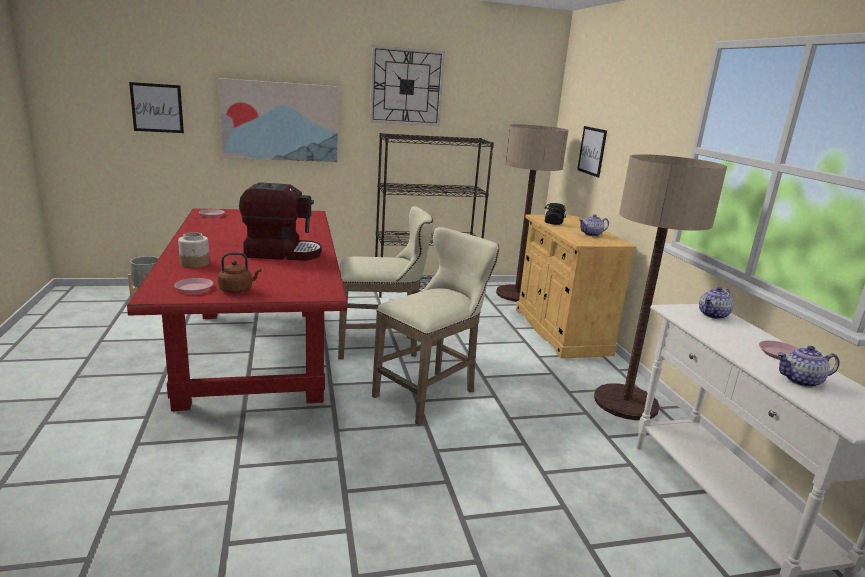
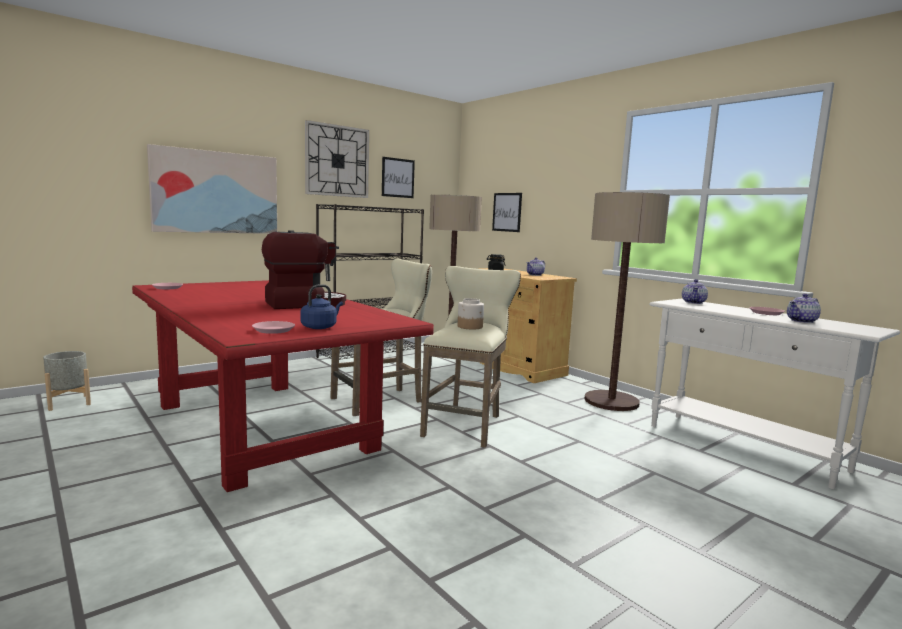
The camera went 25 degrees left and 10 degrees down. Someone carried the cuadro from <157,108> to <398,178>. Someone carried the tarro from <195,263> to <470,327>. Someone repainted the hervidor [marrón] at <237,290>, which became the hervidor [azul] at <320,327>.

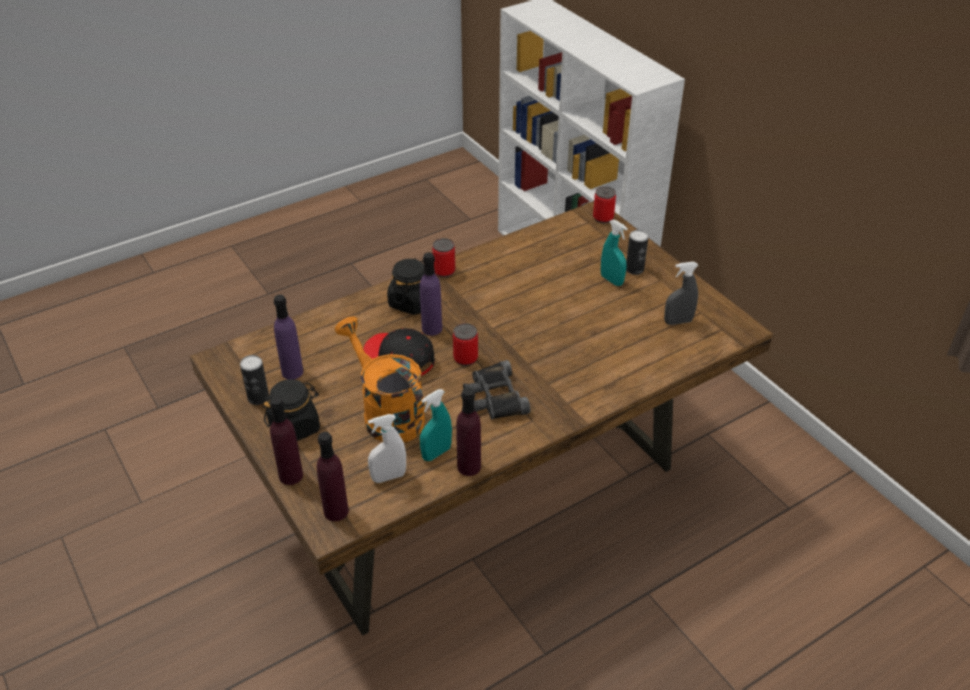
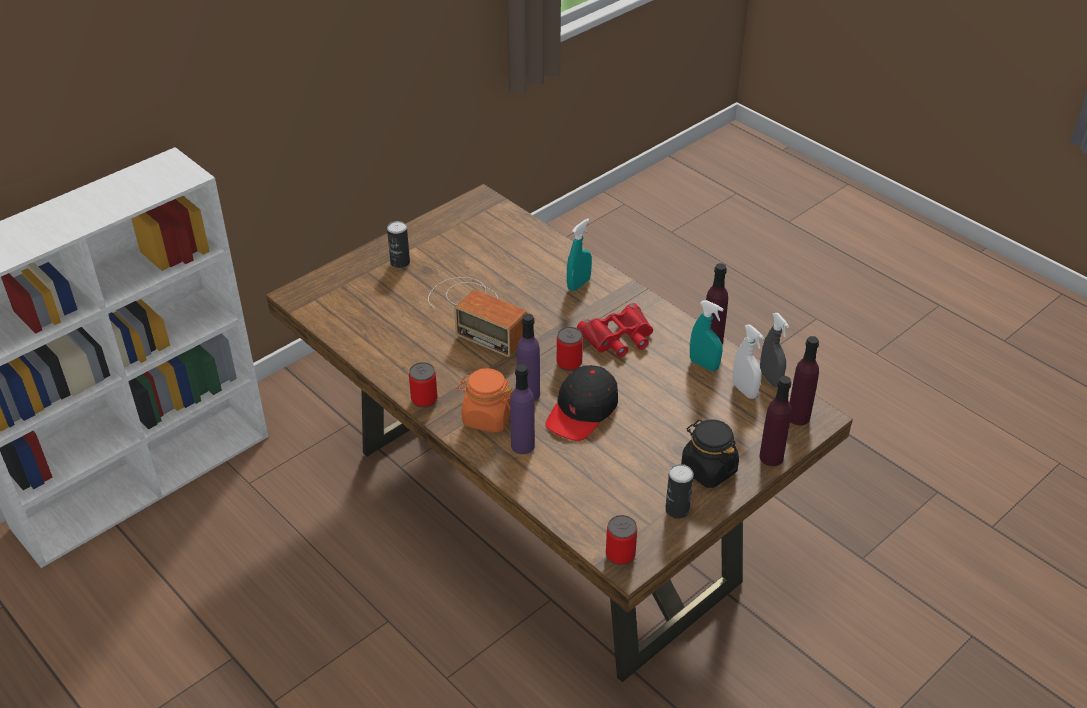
The camera went 100 degrees left and 0 degrees up. Someone took away the regadera [naranja] at <386,413>. Someone put down the radio at <477,313>. Someone carried the botella [morado] from <292,372> to <522,445>. Someone carried the lata from <603,218> to <620,555>. Someone carried the pulverizador [turquesa] from <611,280> to <578,284>. Someone carried the pulverizador [gris] from <678,321> to <770,379>. Someone repainted the tarro [negro] at <411,302>, which became the tarro [naranja] at <487,417>. Someone repainted the prismáticos [negro] at <494,397>, which became the prismáticos [rojo] at <618,337>.

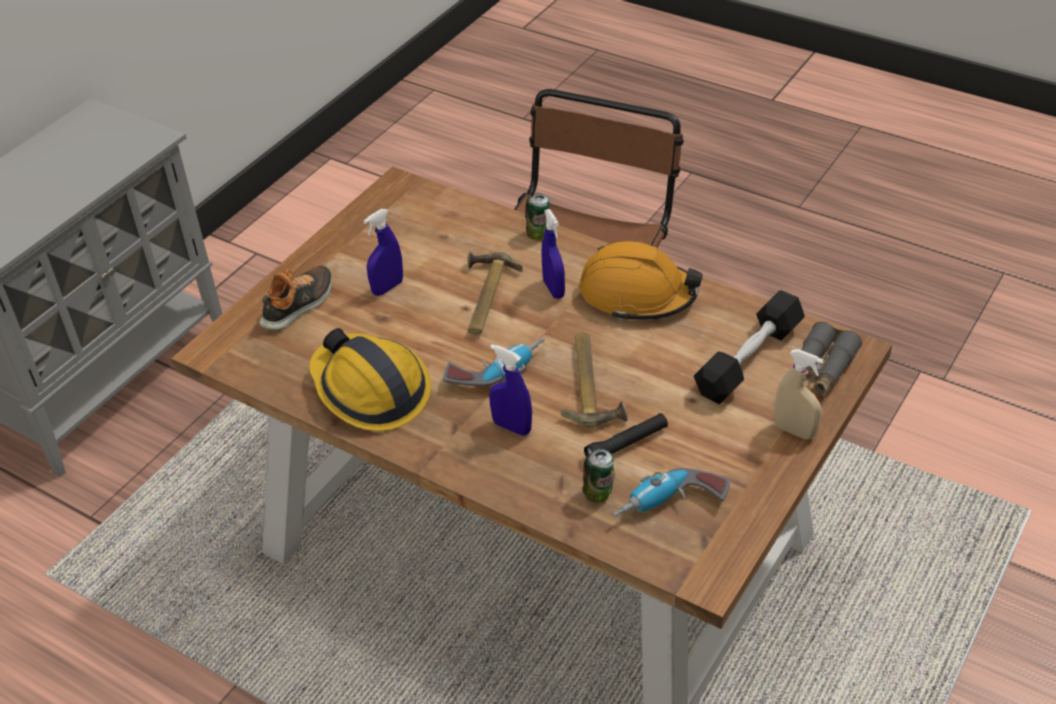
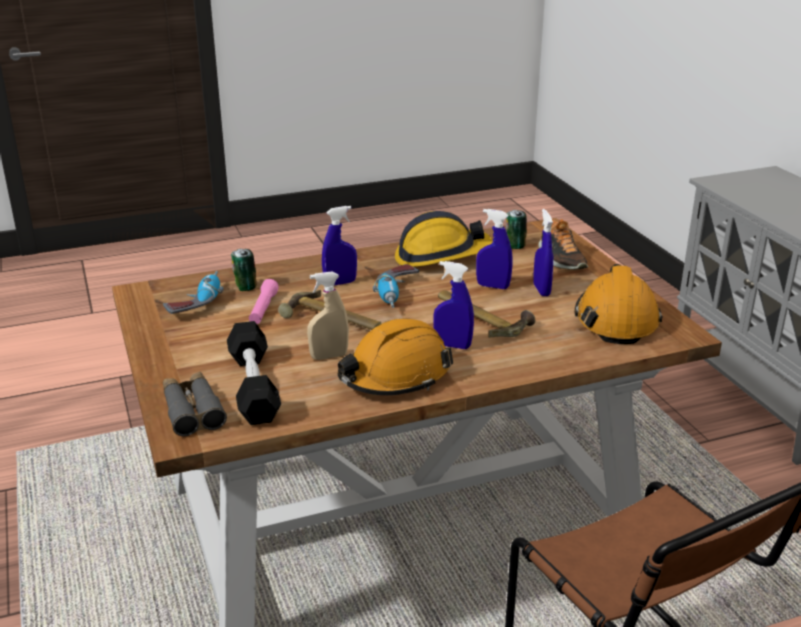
The camera went 125 degrees right and 15 degrees down. Someone put down the pulverizador [azul] at <493,286>. Someone put down the casco [naranja] at <616,319>. Someone carried the lata from <539,234> to <515,246>. Someone carried the pulverizador [beis] from <794,431> to <329,356>. Someone repainted the linterna [negro] at <627,445>, which became the linterna [rosa] at <263,309>.

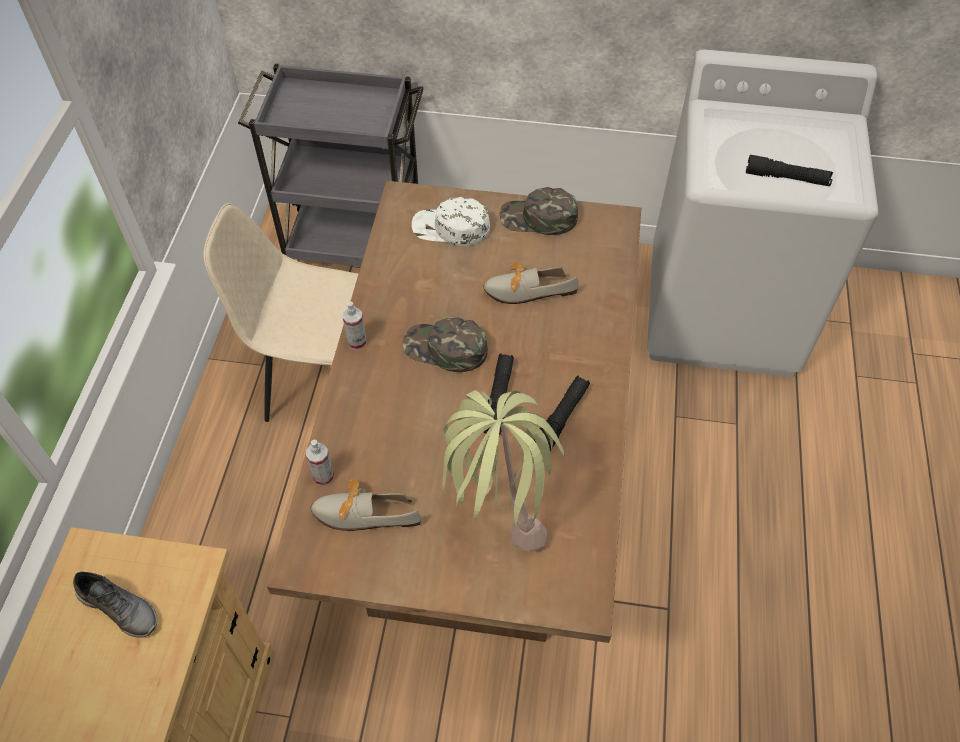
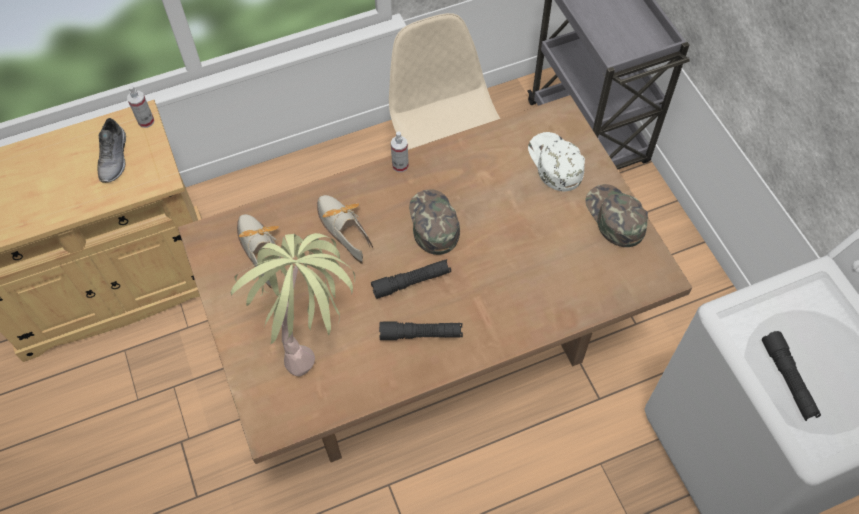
The camera went 60 degrees right and 5 degrees up. Someone carried the pulverizador from <323,476> to <146,121>. Someone carried the zapato from <523,291> to <343,227>.

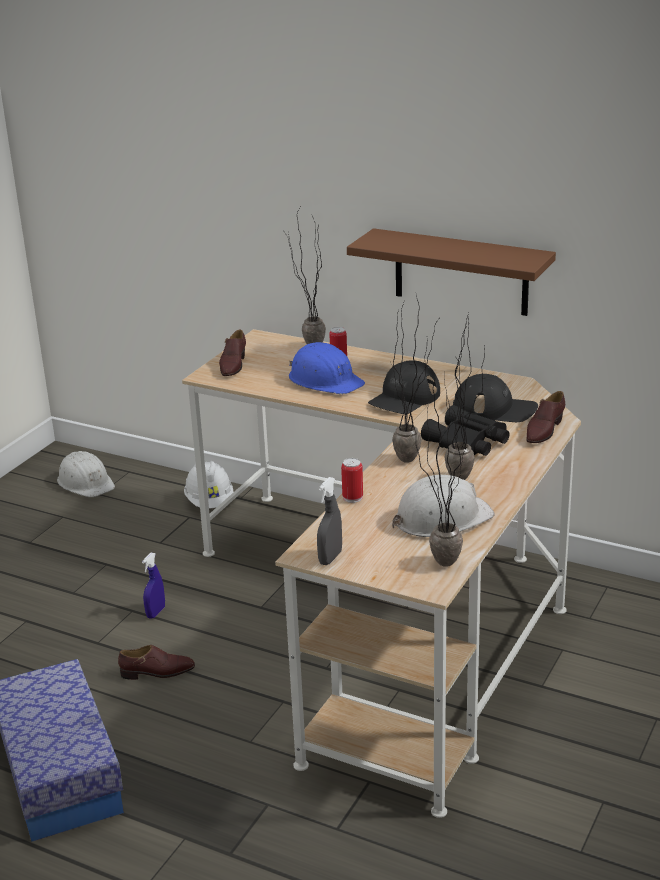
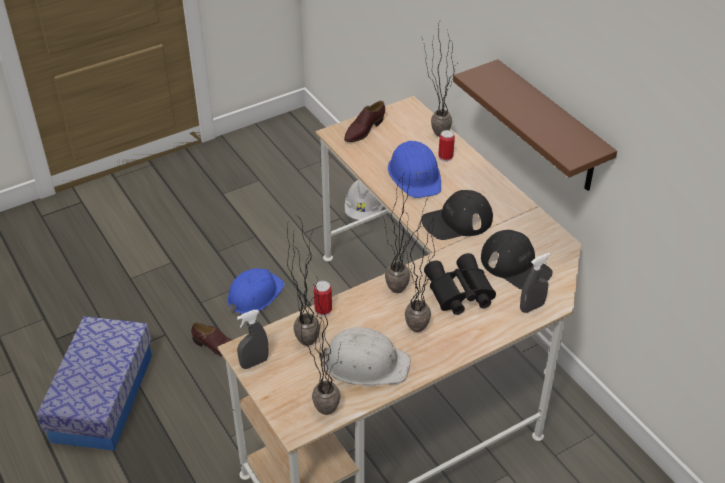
The camera went 30 degrees right and 15 degrees up. Someone took away the casco [blanco] at <86,482>. Someone put down the planta en maceta at <307,335>. Someone swapped the pulverizador [azul] at <156,612> for the casco [azul] at <254,295>. Someone swapped the zapato [marrón] at <544,430> for the pulverizador [gris] at <532,307>.

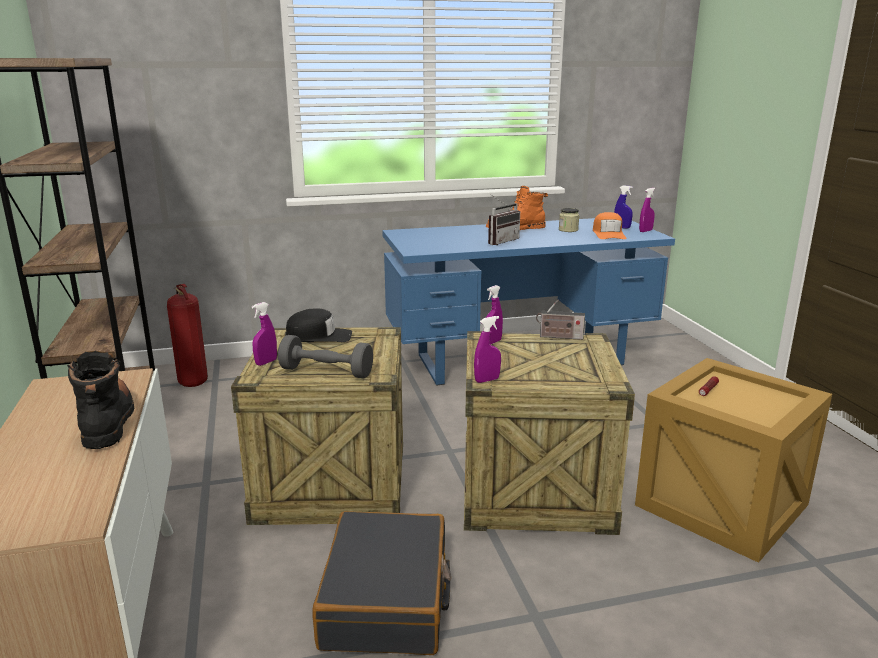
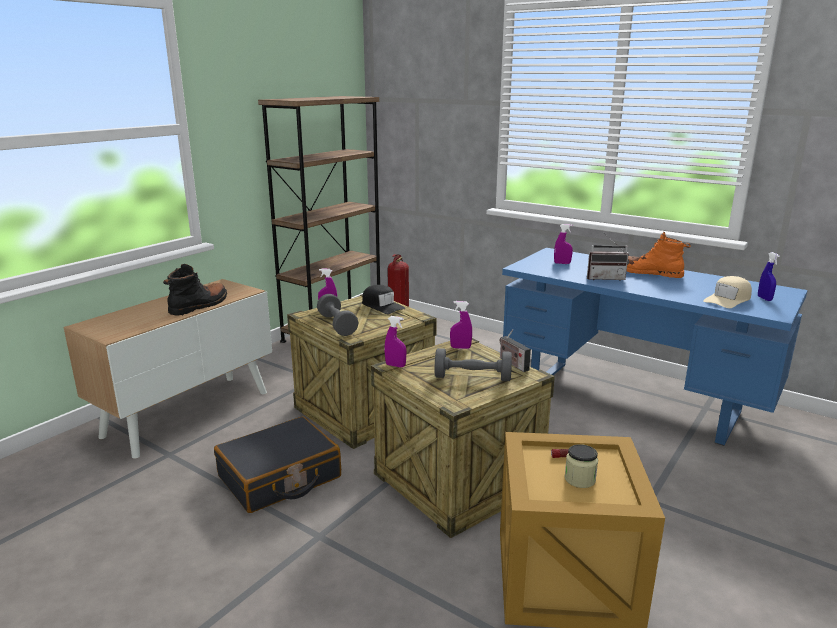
The camera went 50 degrees right and 0 degrees up. Someone put down the mancuerna [gris] at <472,377>. Someone carried the tarro from <568,230> to <580,479>. Someone carried the pulverizador [morado] from <645,231> to <562,263>. Someone repainted the gorra [naranja] at <608,234>, which became the gorra [beis] at <728,300>.

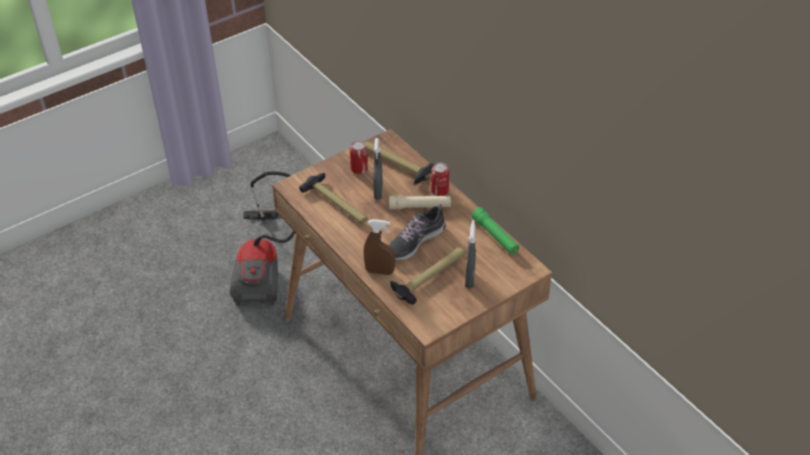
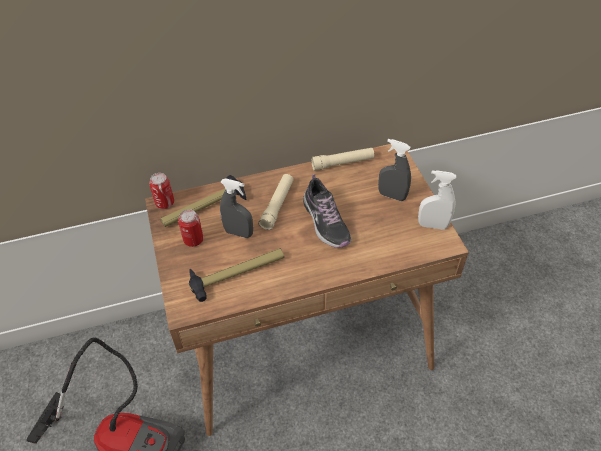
The camera went 70 degrees left and 5 degrees up. Someone took away the pulverizador [marrón] at <379,271>. Someone took away the martillo at <430,276>. Someone put down the pulverizador [blanco] at <432,225>. Someone carried the lata from <439,191> to <165,203>. Someone repainted the linterna [verde] at <495,236>, which became the linterna [beis] at <343,163>.

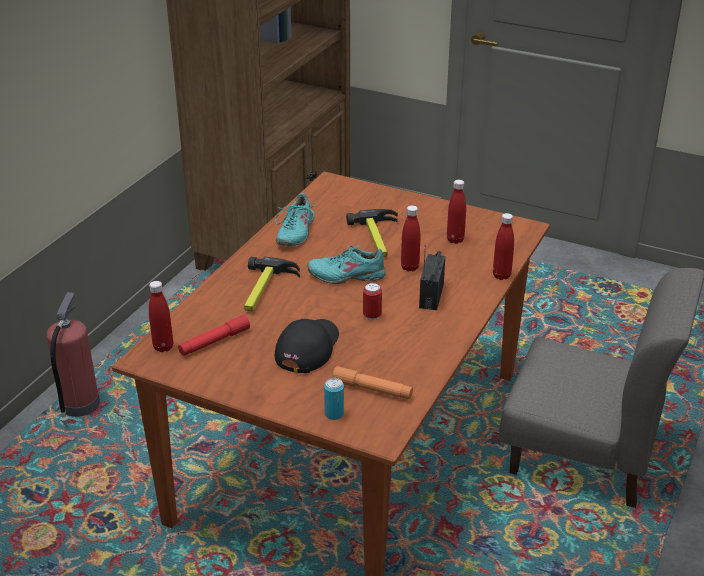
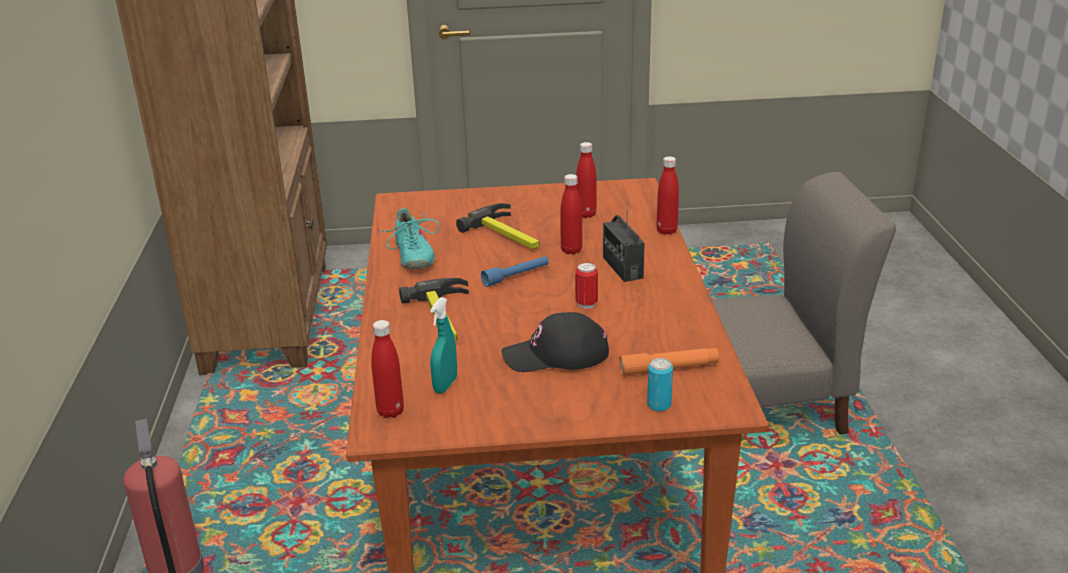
The camera went 30 degrees left and 5 degrees down. Someone swapped the linterna [rojo] at <214,341> for the pulverizador [turquesa] at <445,385>. Someone swapped the zapato [turquesa] at <347,275> for the linterna [azul] at <516,276>. Someone rotated the gorra [negro] at <307,348> by 90 degrees counterclockwise.

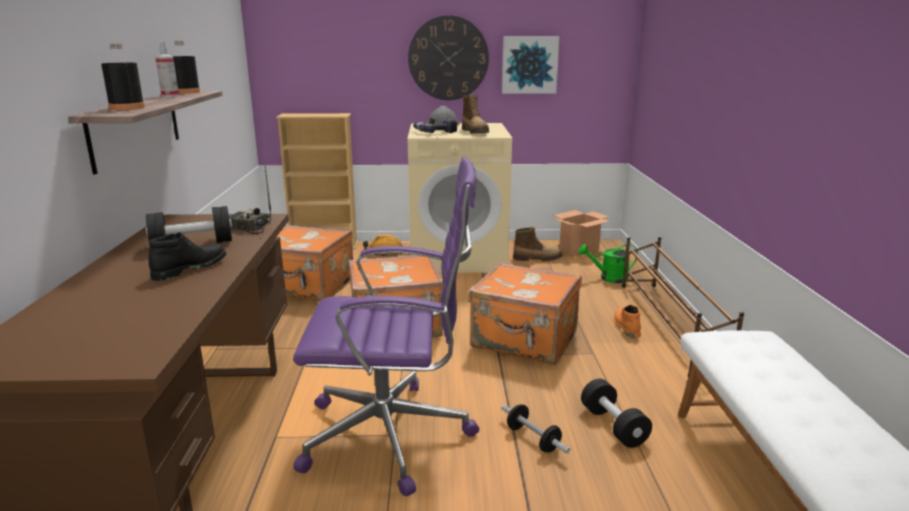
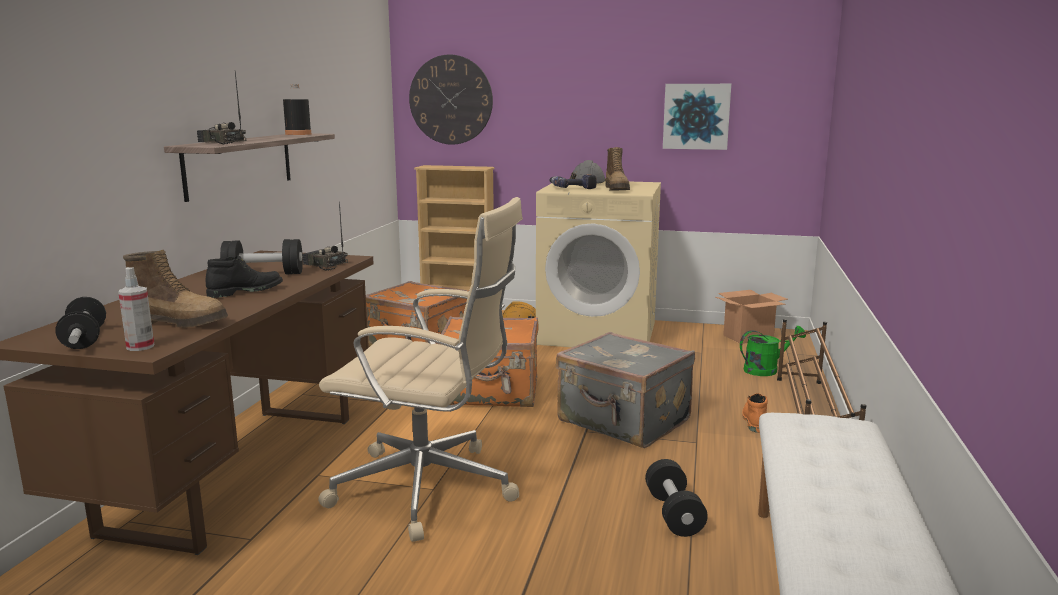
The camera went 15 degrees right and 5 degrees down. Someone carried the pulverizador from <170,96> to <140,347>. Someone carried the reloj de pared from <448,58> to <451,100>. Someone carried the mancuerna from <533,439> to <84,339>. Someone carried the bota from <537,259> to <180,322>. Someone swapped the botella [negro] at <127,108> for the radio at <221,142>. Someone repainted the silla de oficina [morado] at <392,435>, which became the silla de oficina [beis] at <429,489>. Someone repainted the maleta [naranja] at <524,341>, which became the maleta [gris] at <623,422>. Someone rotated the regadera [verde] at <609,278> by 150 degrees clockwise.

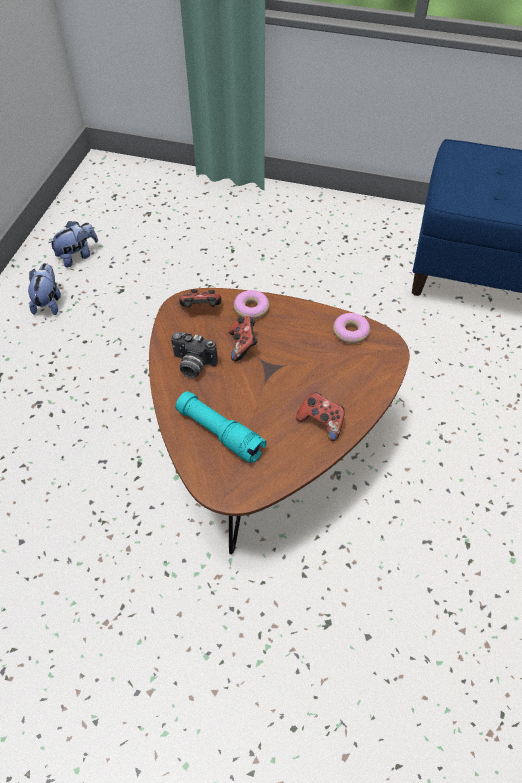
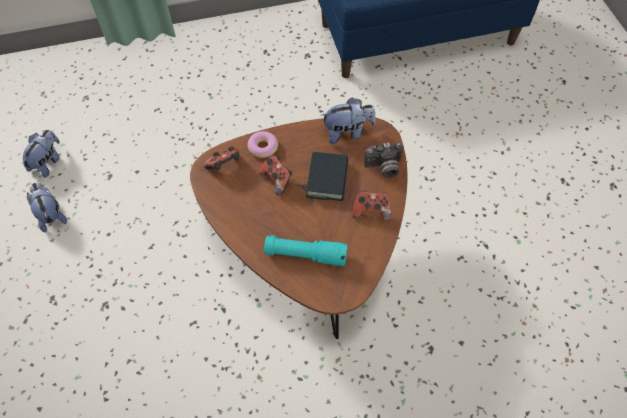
The camera went 30 degrees left and 5 degrees up. Someone put down the libro at <327,179>. Someone carried the cámara from <192,365> to <384,168>. Someone swapped the rosquilla at <350,332> for the peluche at <347,133>.

